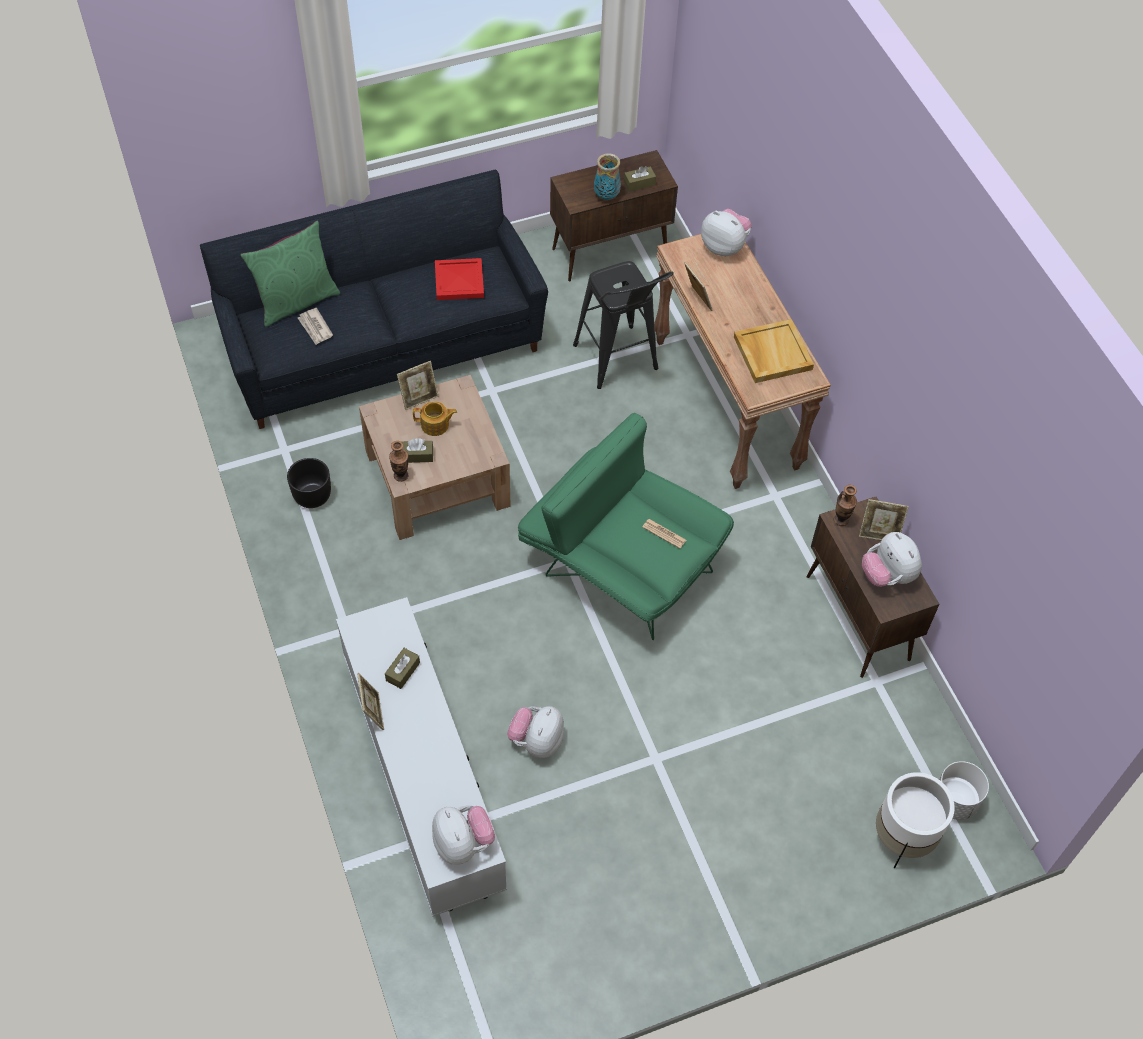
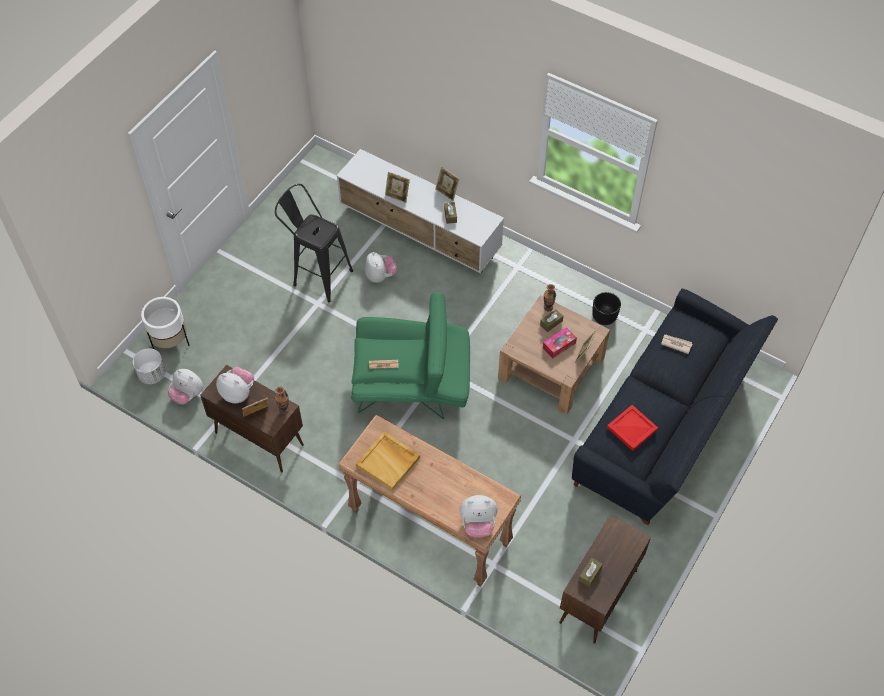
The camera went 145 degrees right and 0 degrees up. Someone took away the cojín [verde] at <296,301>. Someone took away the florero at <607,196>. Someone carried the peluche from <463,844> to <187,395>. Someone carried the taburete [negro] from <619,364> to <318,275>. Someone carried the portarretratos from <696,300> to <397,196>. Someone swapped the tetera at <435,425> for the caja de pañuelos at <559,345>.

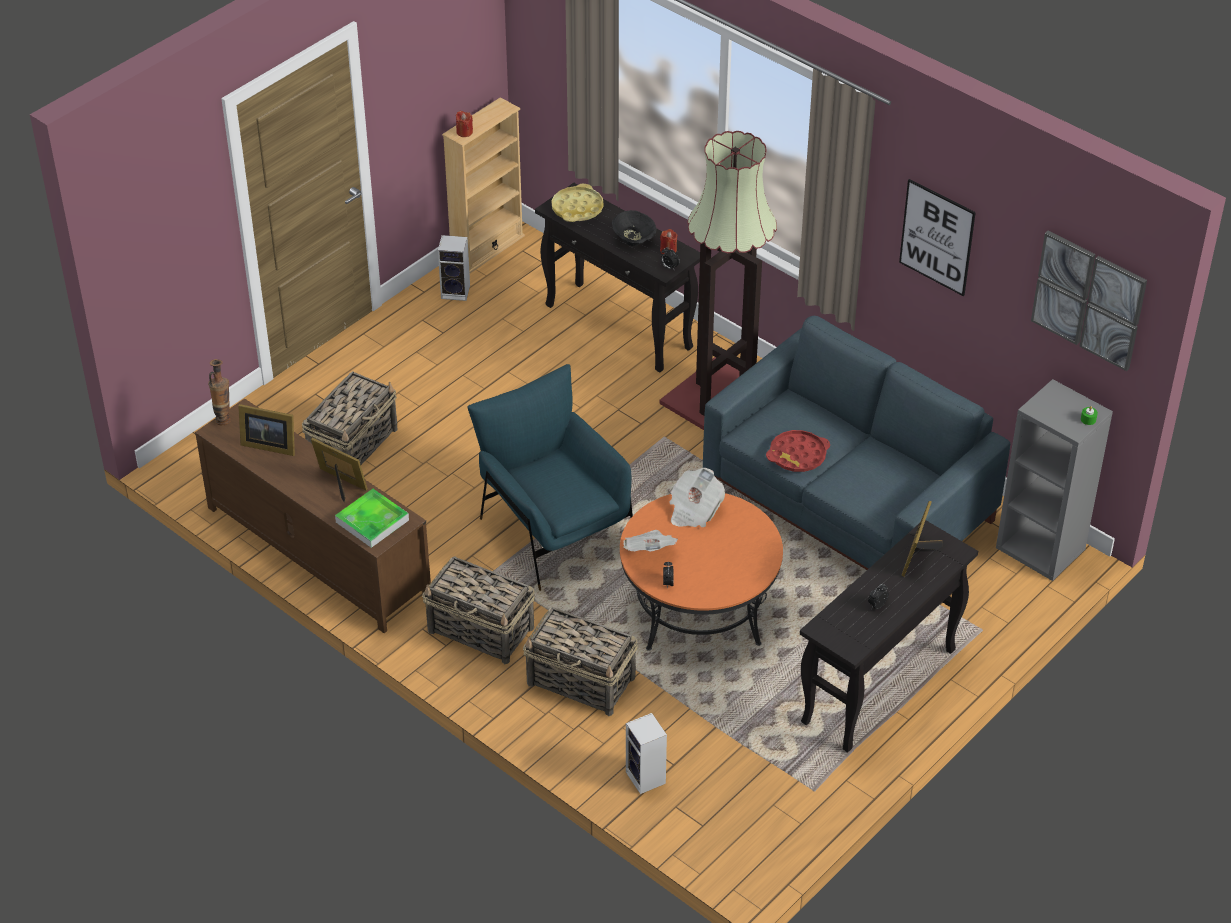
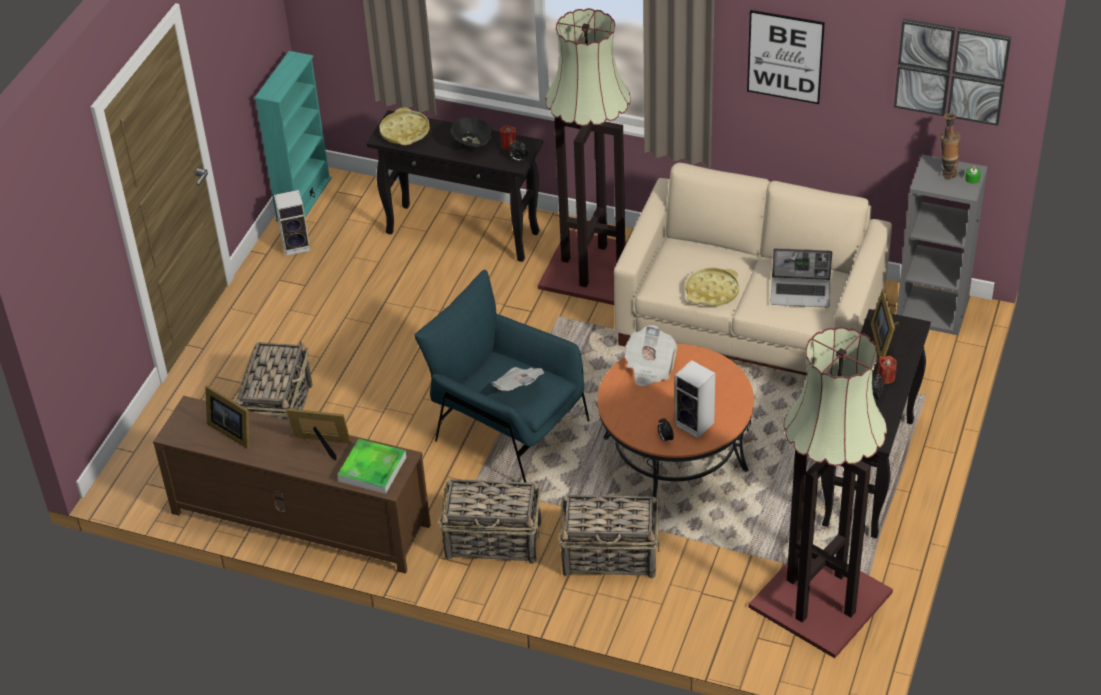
The camera went 20 degrees left and 0 degrees up. Someone put down the lámpara de pie at <820,598>. Someone put down the portátil at <801,293>. Someone carried the florero from <223,418> to <947,172>. Someone carried the vela [rojo] from <464,132> to <885,377>. Someone carried the periódico from <649,551> to <518,388>. Someone carried the altavoz from <647,778> to <696,424>. Someone repainted the estantería [beis] at <487,249>, which became the estantería [turquesa] at <303,199>. Someone repainted the sofá [azul] at <848,503>, which became the sofá [beis] at <751,324>. Someone repainted the bandeja [rojo] at <797,455>, which became the bandeja [amarillo] at <712,291>. Someone rotated the portarretratos at <268,444> by 45 degrees clockwise.

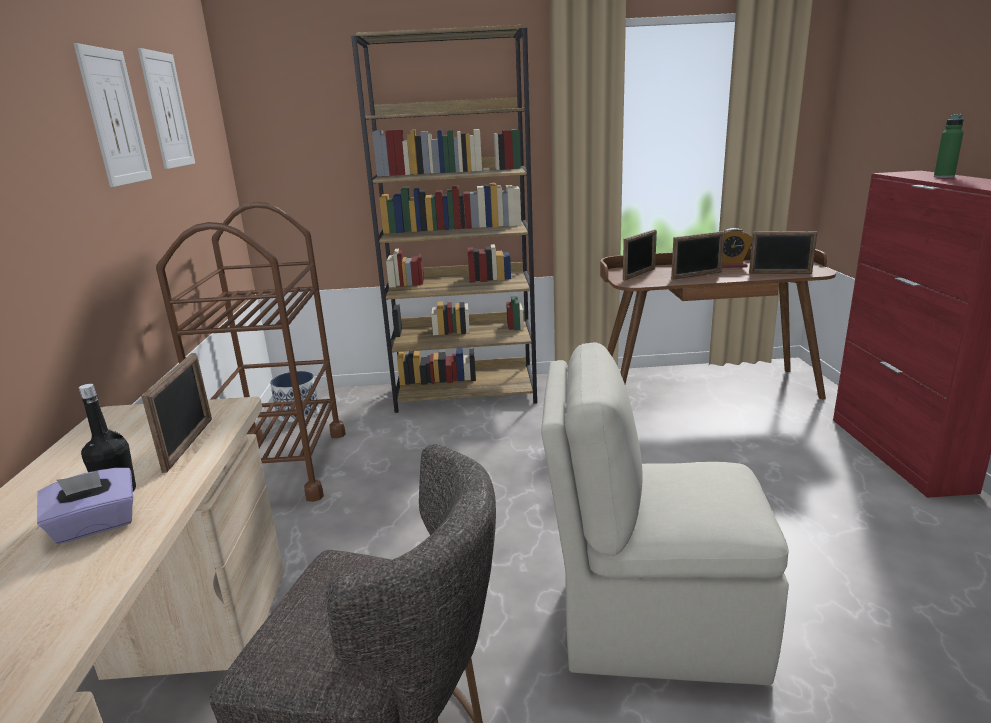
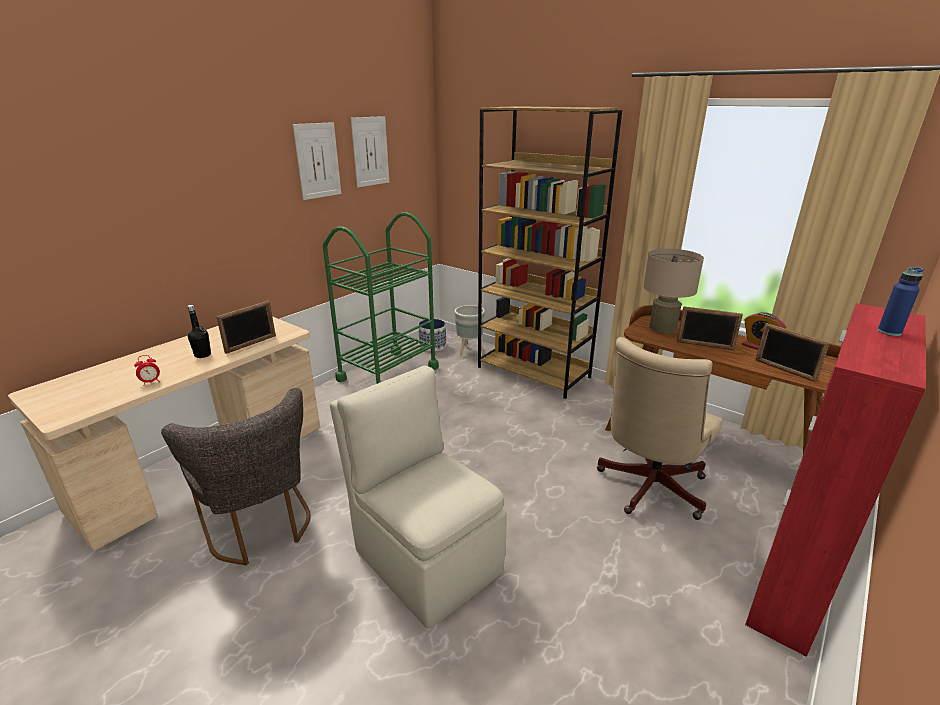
The camera went 40 degrees right and 5 degrees up. Someone took away the caja de pañuelos [morado] at <95,526>. Someone put down the despertador at <151,382>. Someone put down the maceta [gris] at <469,351>. Someone put down the silla de oficina [beis] at <648,489>. Someone swapped the portarretratos at <639,274> for the lámpara de mesa [beis] at <662,328>. Someone repainted the carrito [marrón] at <282,466>, which became the carrito [verde] at <388,373>. Someone repainted the botella [verde] at <943,177>, which became the botella [azul] at <889,332>.

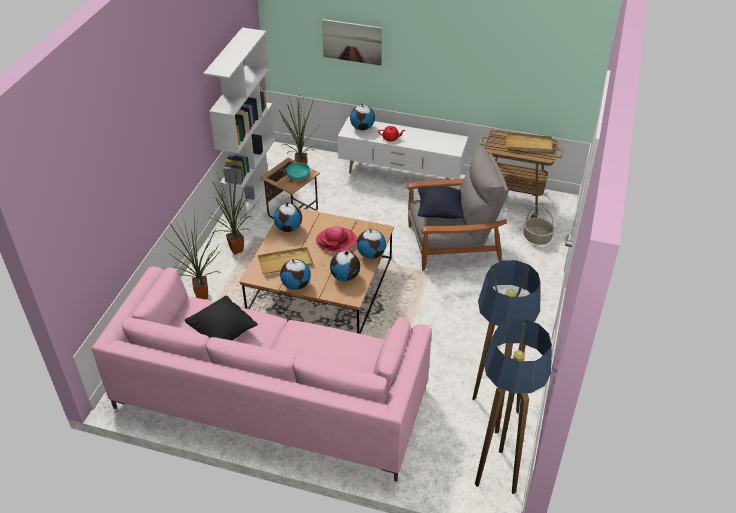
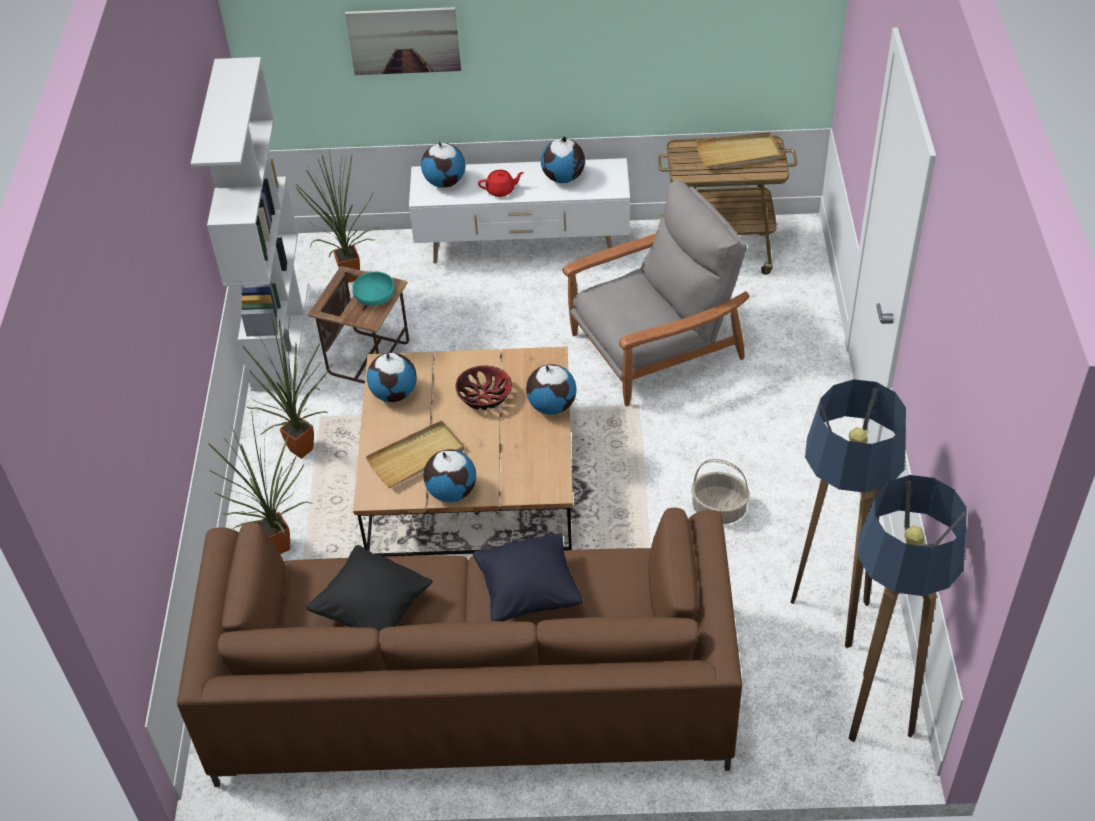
The camera went 15 degrees left and 5 degrees up. Someone carried the globo terráqueo from <345,277> to <564,178>. Someone carried the cojín [negro] from <439,212> to <528,592>. Someone carried the cesta from <537,238> to <719,509>. Someone swapped the sombrero at <336,241> for the cuenco at <484,397>. Someone repainted the sofá [rosa] at <271,397>, which became the sofá [marrón] at <472,691>.

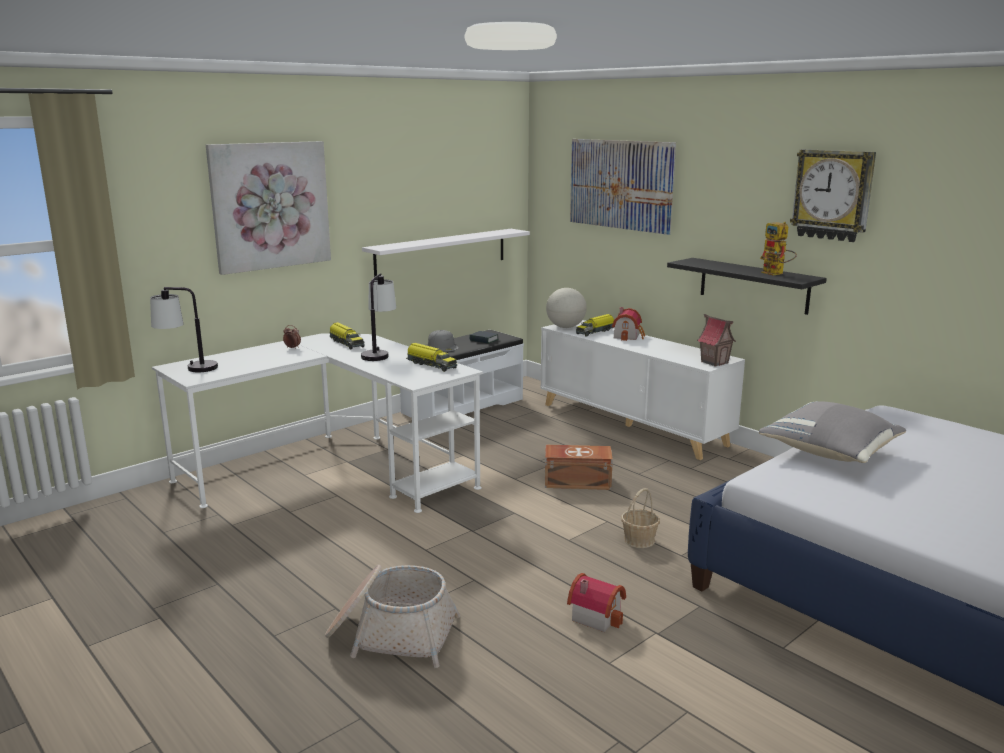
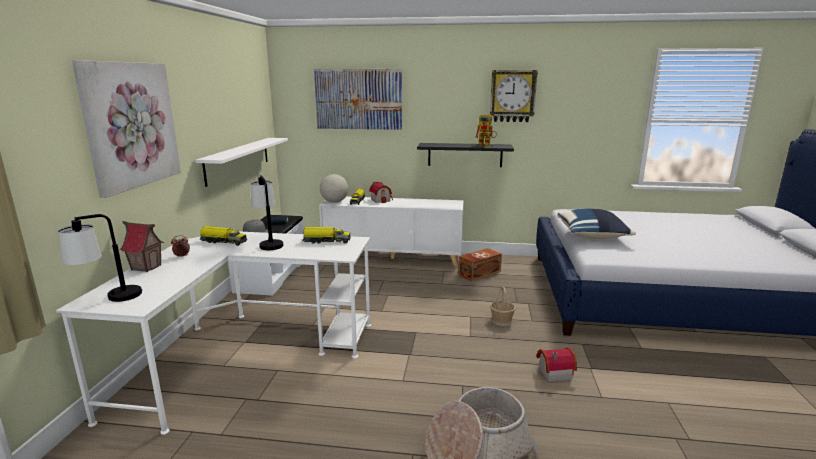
The camera went 40 degrees left and 0 degrees up. Someone carried the caja de almacenaje [marrón] from <576,481> to <478,273>. Someone carried the casita from <714,362> to <146,267>. Someone repainted the cojín [gris] at <830,453>, which became the cojín [azul] at <592,236>.

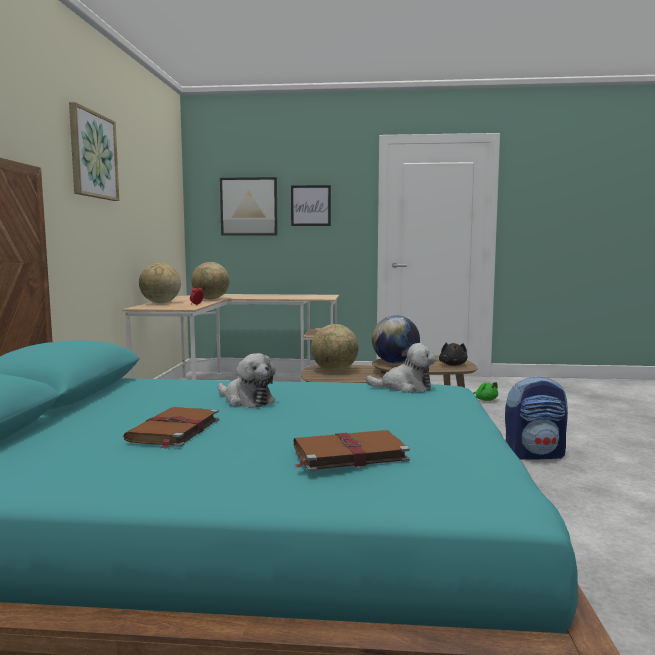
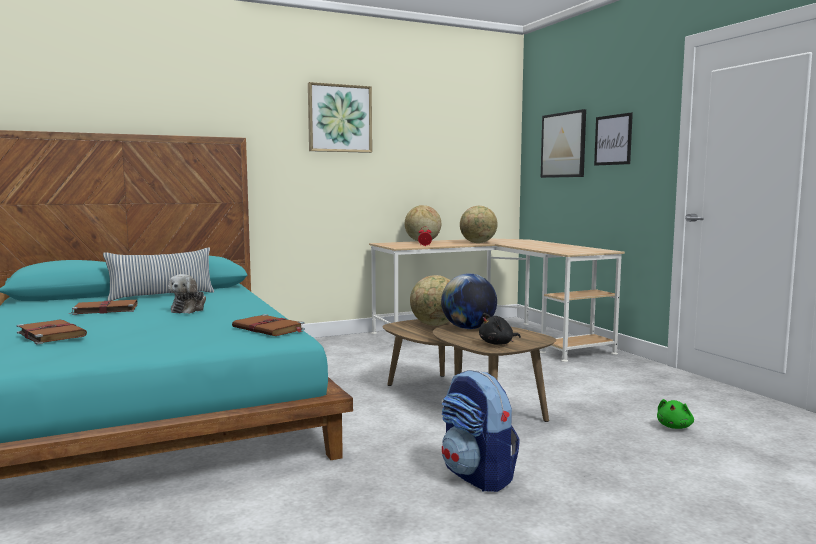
The camera went 60 degrees right and 0 degrees up. Someone put down the cojín at <162,295>. Someone swapped the peluche at <405,387> for the libro [marrón] at <269,329>.

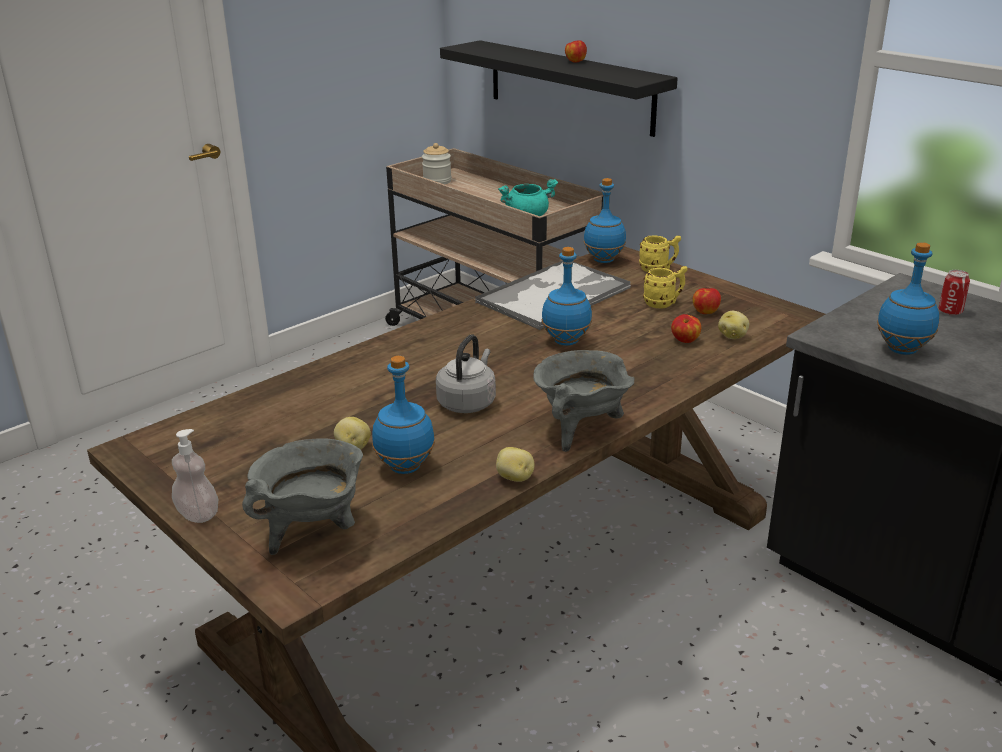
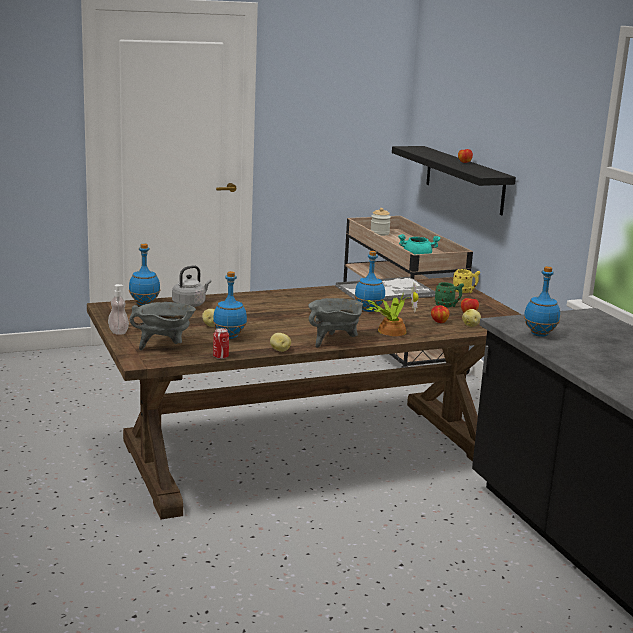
The camera went 20 degrees right and 10 degrees down. Someone put down the planta en maceta at <390,330>. Someone carried the hervidor [gris] from <468,402> to <190,304>. Someone carried the botella [azul] from <603,260> to <144,304>. Someone carried the lata from <950,312> to <220,357>. Someone repainted the taza grande [amarillo] at <664,304>, which became the taza grande [verde] at <447,306>.

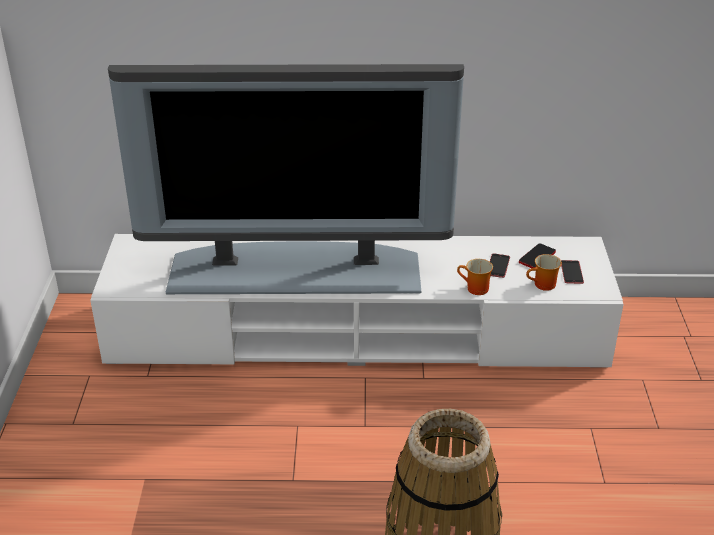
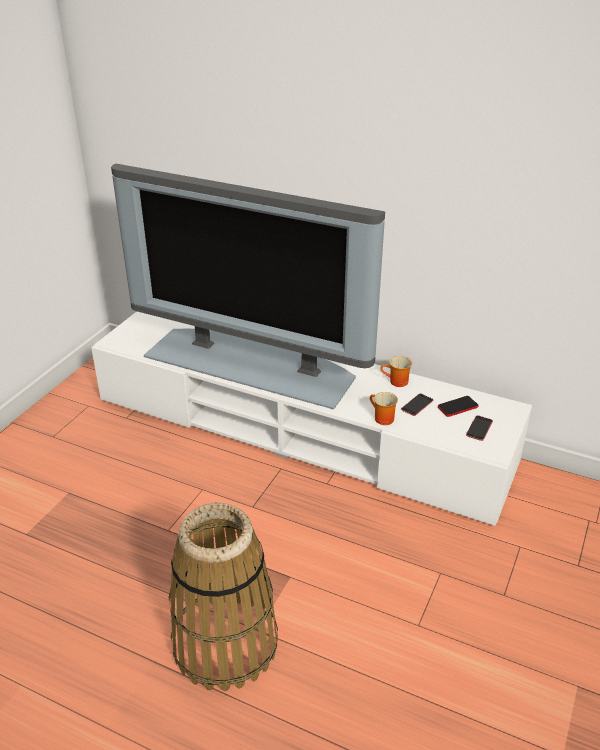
The camera went 25 degrees right and 0 degrees up. Someone carried the taza grande from <543,286> to <396,382>.

